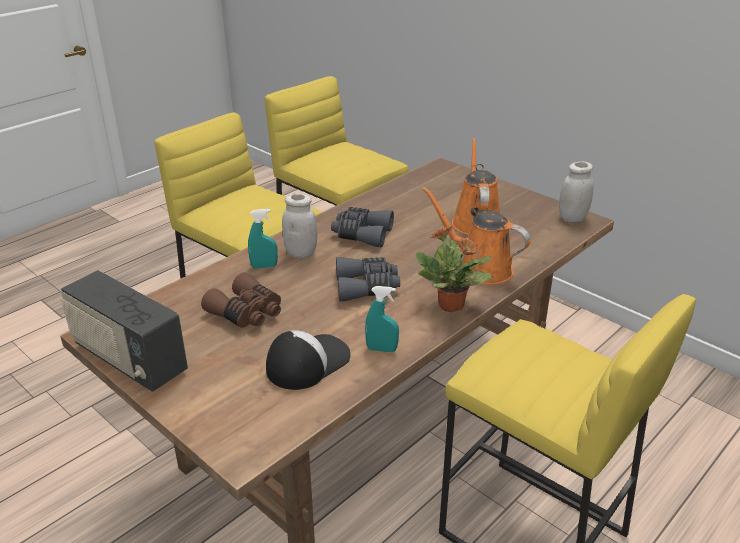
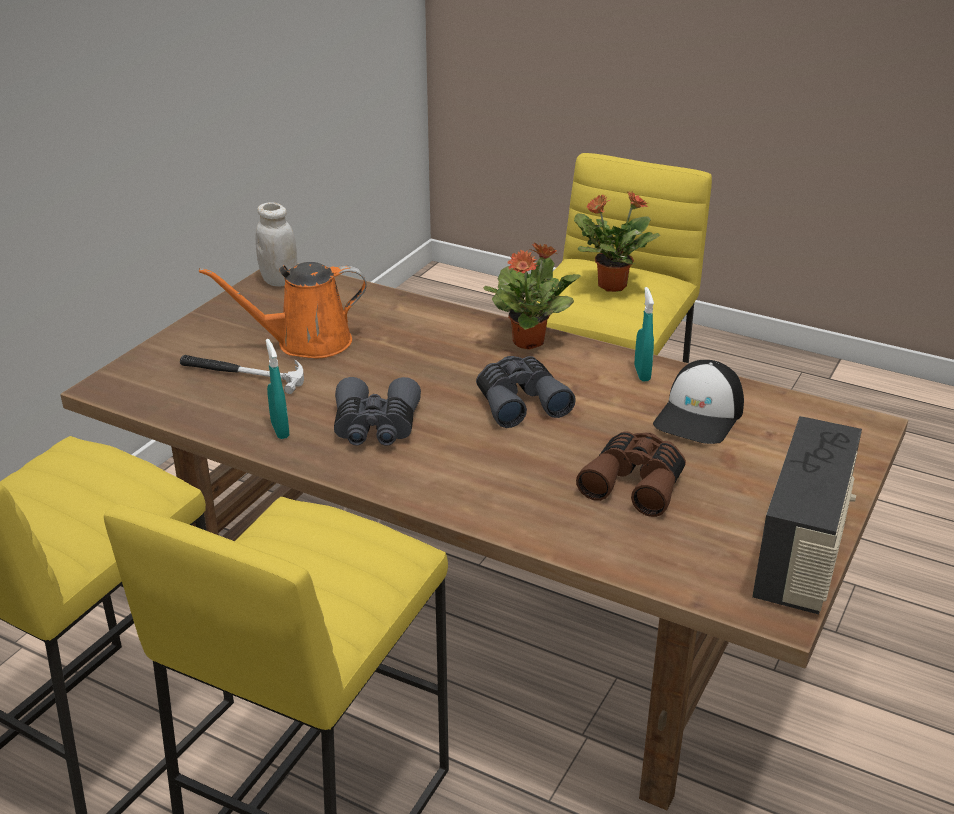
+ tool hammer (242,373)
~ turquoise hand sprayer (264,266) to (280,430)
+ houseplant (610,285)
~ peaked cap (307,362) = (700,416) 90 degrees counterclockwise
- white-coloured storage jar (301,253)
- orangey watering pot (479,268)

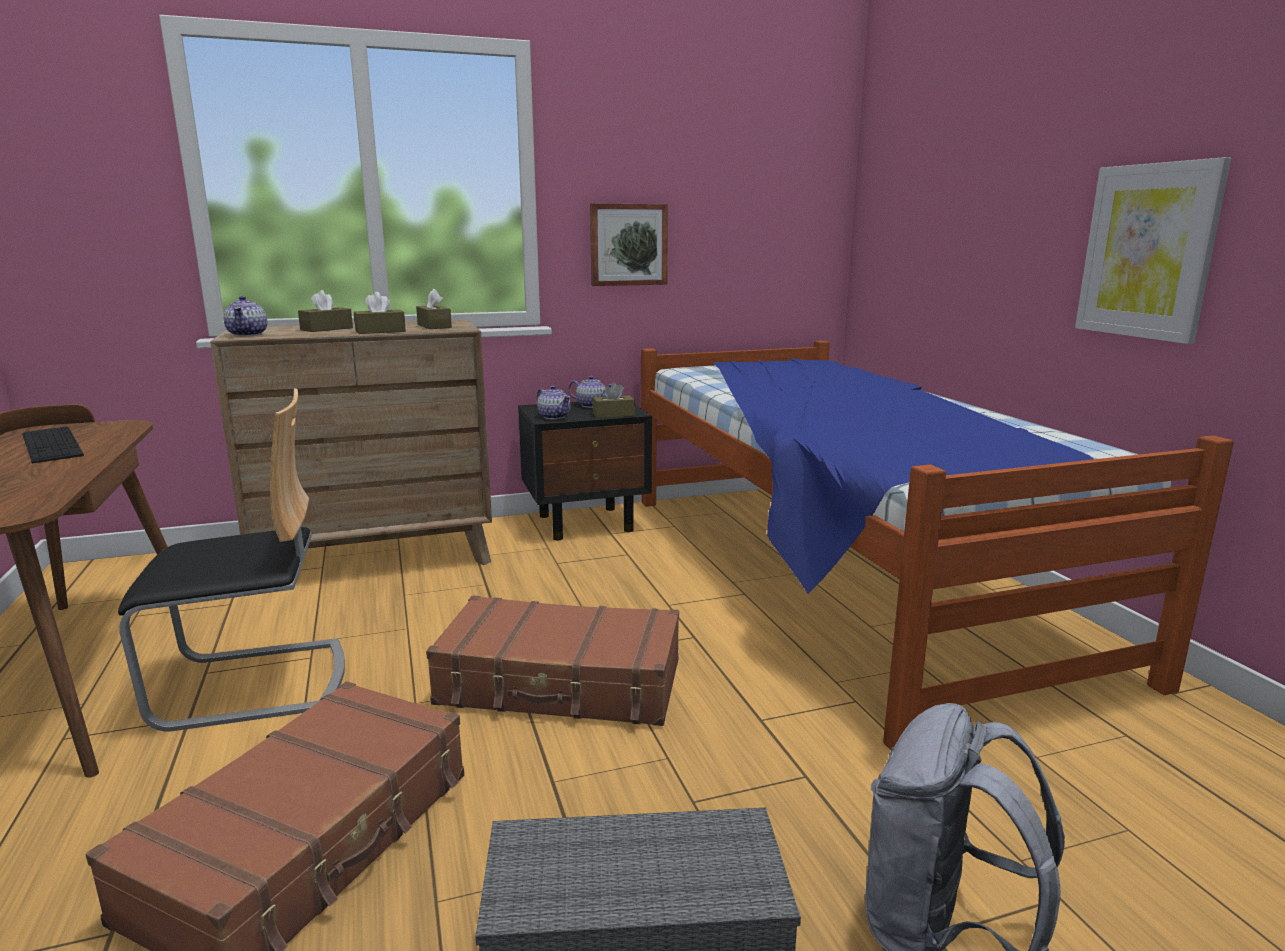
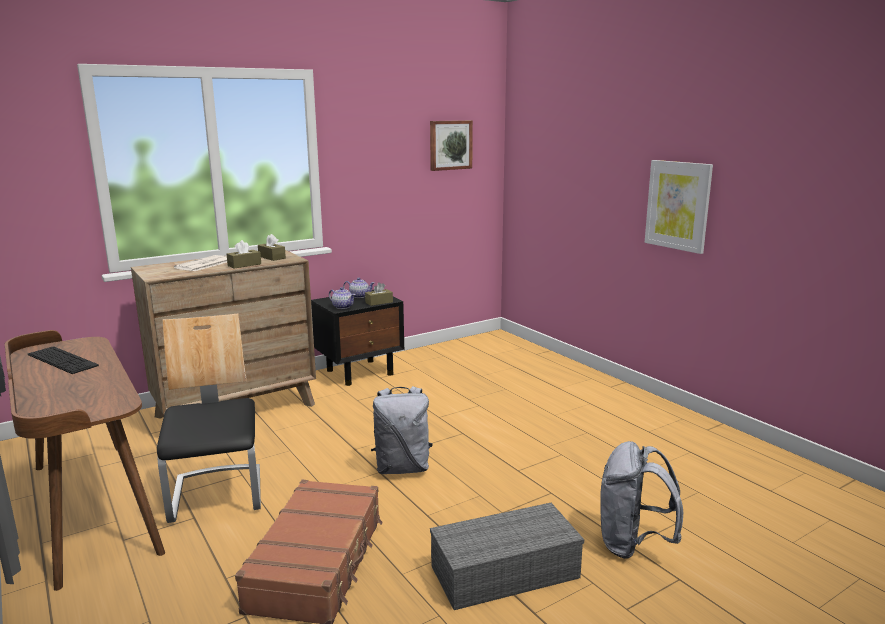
~ plain chair (253,684) = (218,494) 75 degrees counterclockwise
~ brownish tissue box (326,329) to daily paper (204,264)
~ brownish travel case (561,684) to grey knapsack (402,468)
~ picture (628,245) to (450,145)
- pot for tea (248,334)
- bedroom bed (838,574)

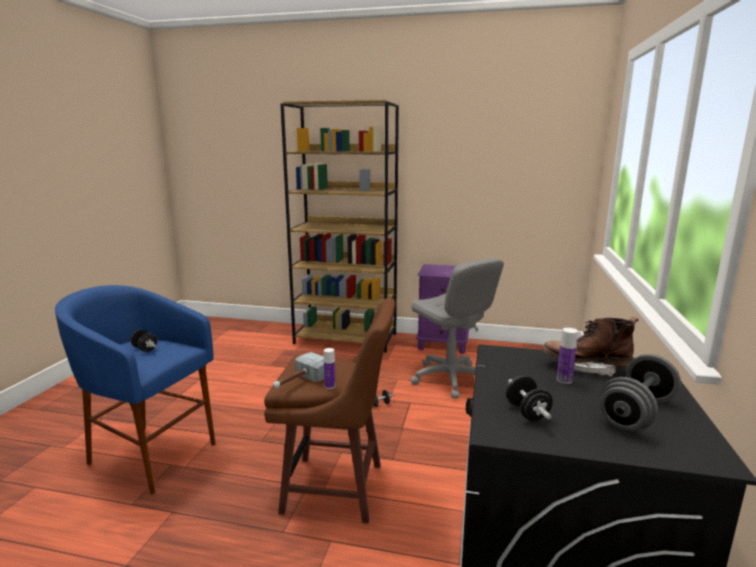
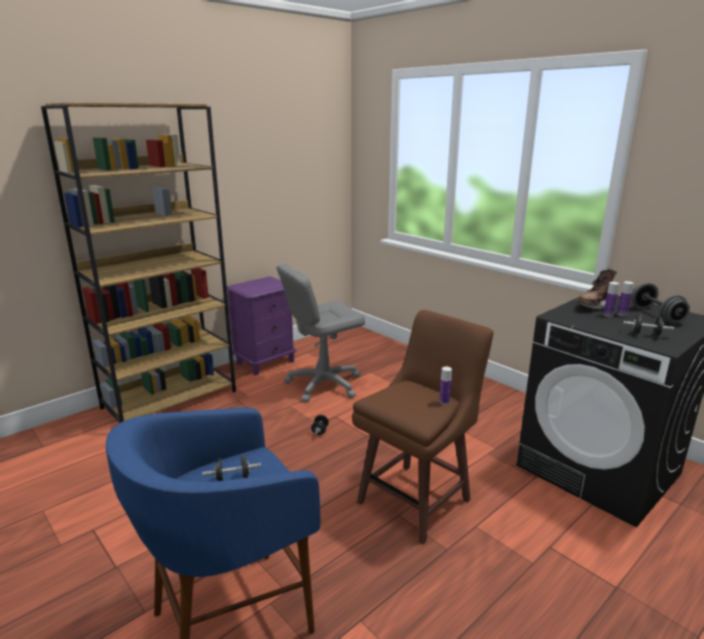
~ grey desk chair (450,378) = (324,384) 150 degrees clockwise
+ drink bottle (622,314)
- tool hammer (299,382)

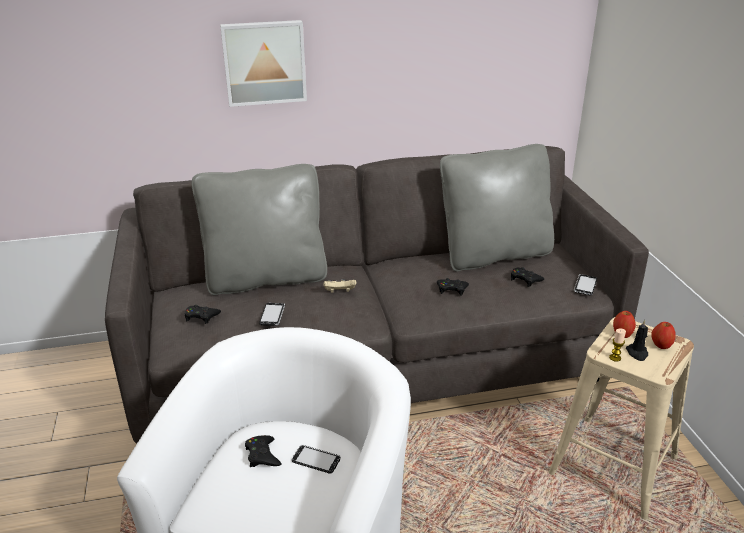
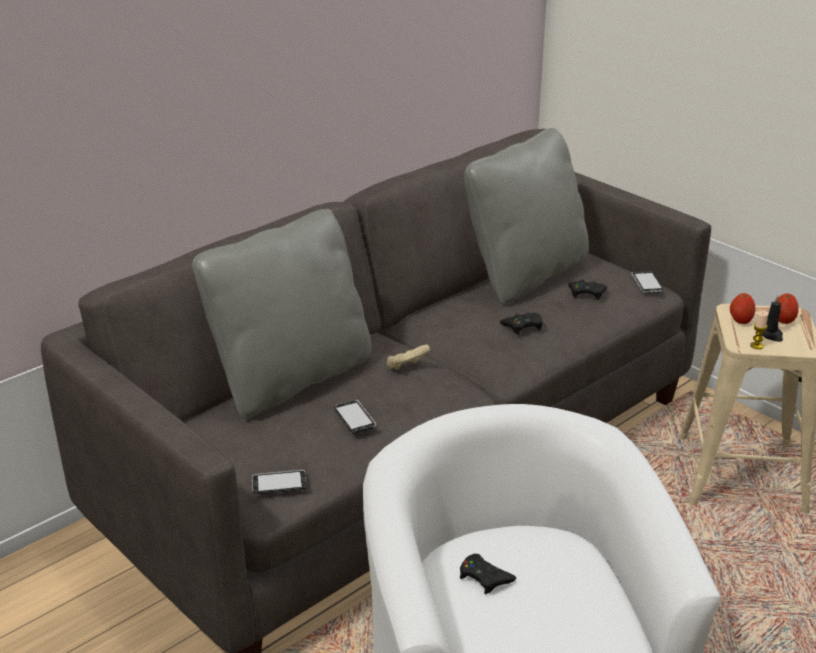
~ handset (316,460) to (279,483)
- blackish joypad (201,316)
- picture (264,62)

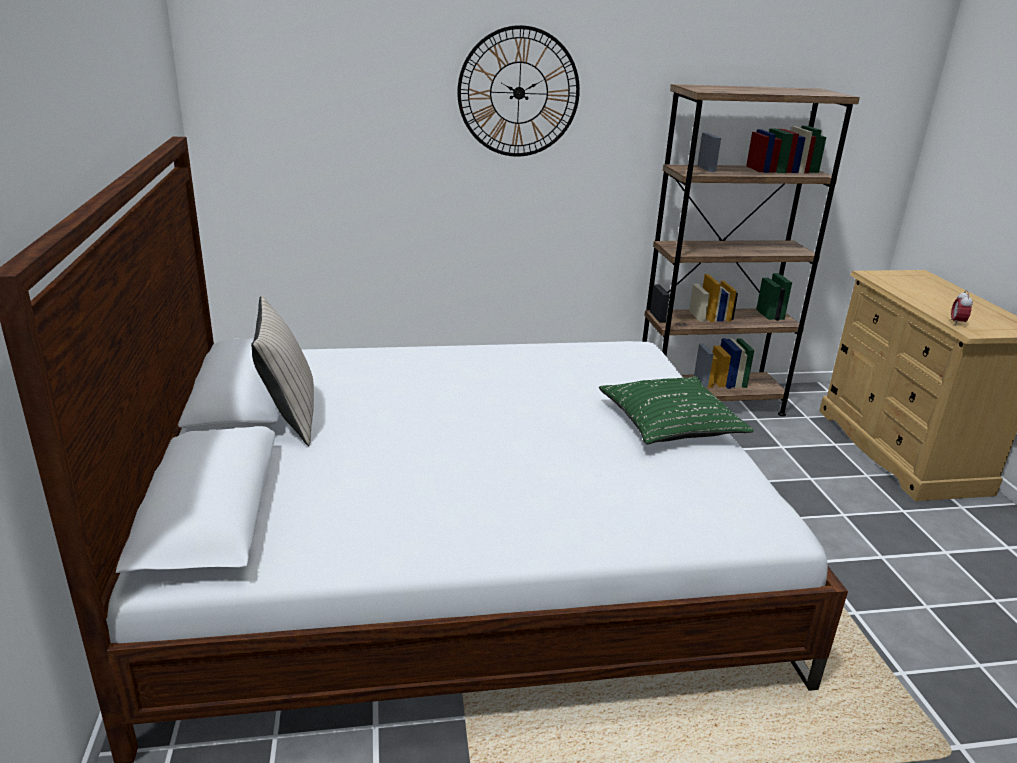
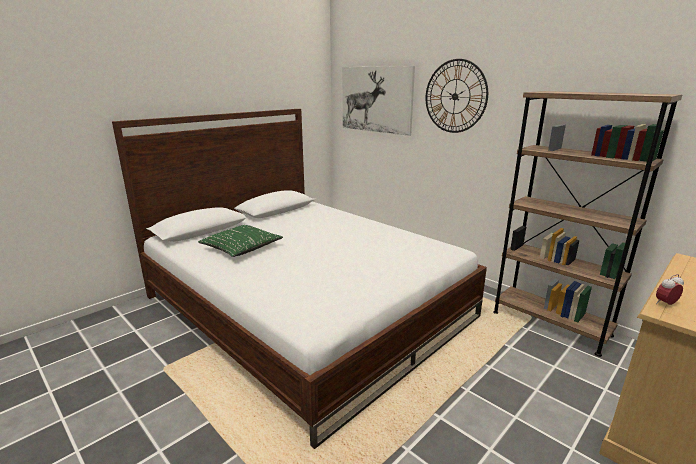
~ green pillow (670,423) to (241,247)
+ picture (376,99)
- beige pillow (289,418)

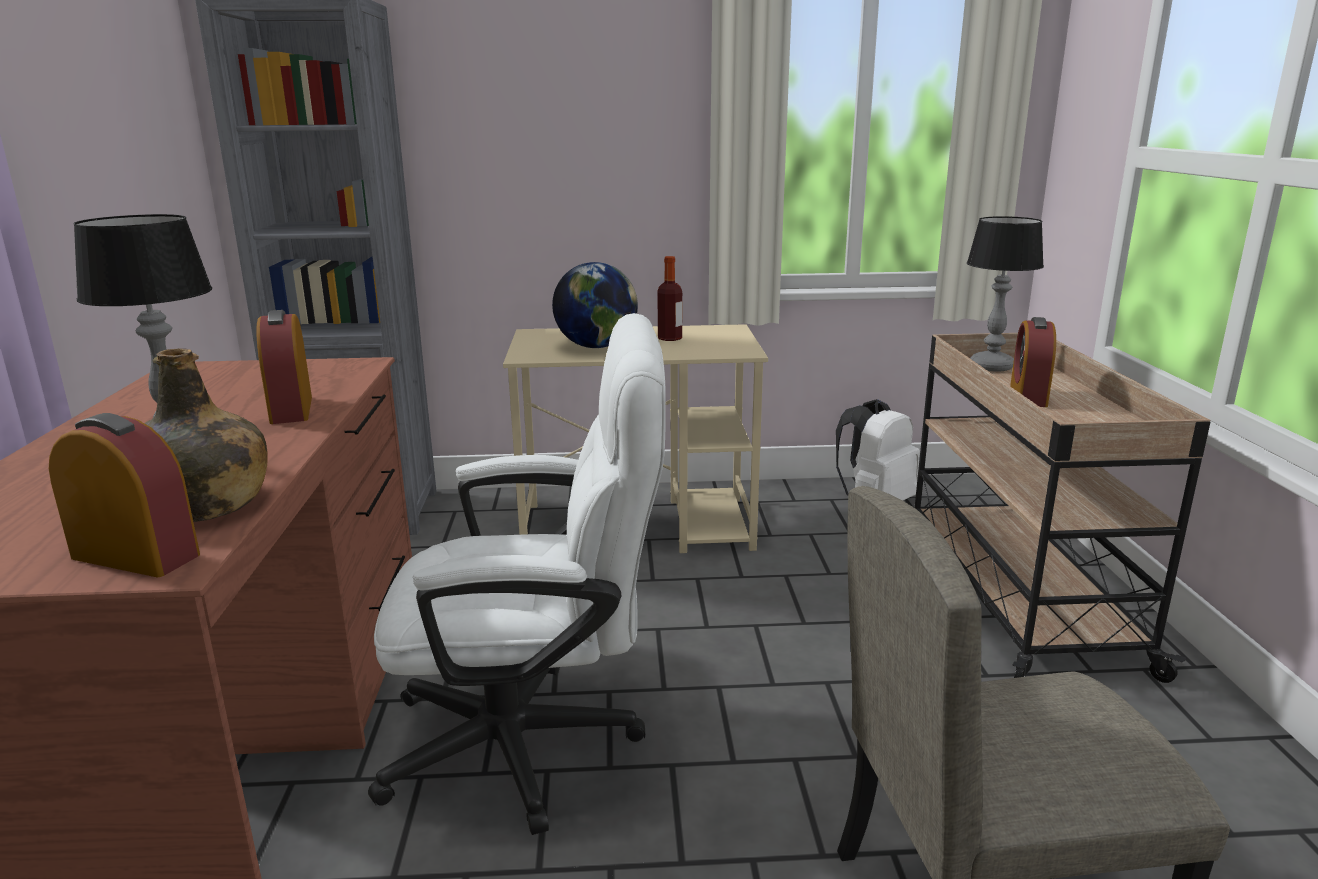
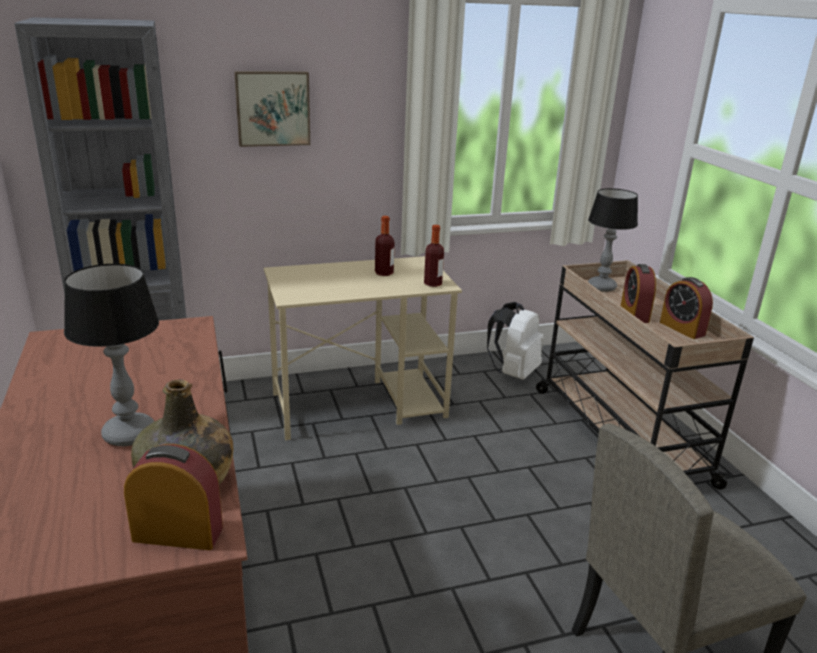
+ picture (272,108)
+ drink bottle (433,283)
~ bedside clock (291,409) to (682,328)
- white-coloured desk chair (535,743)
- world globe (596,346)

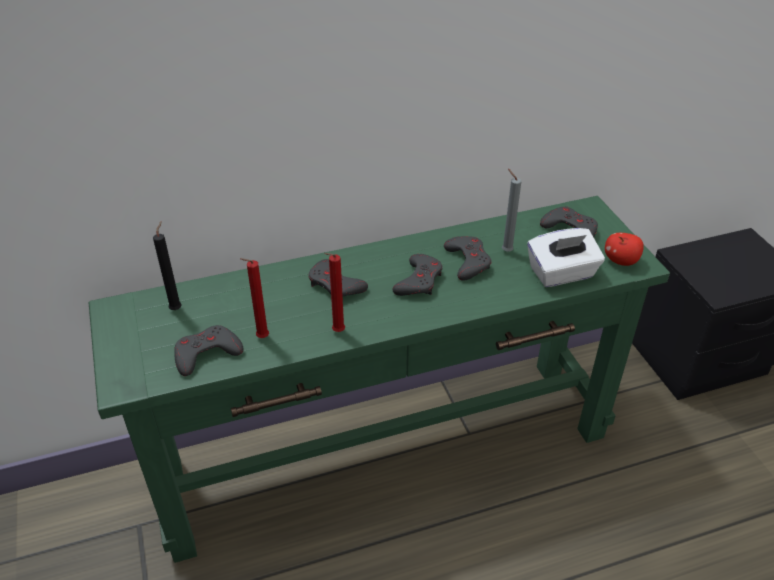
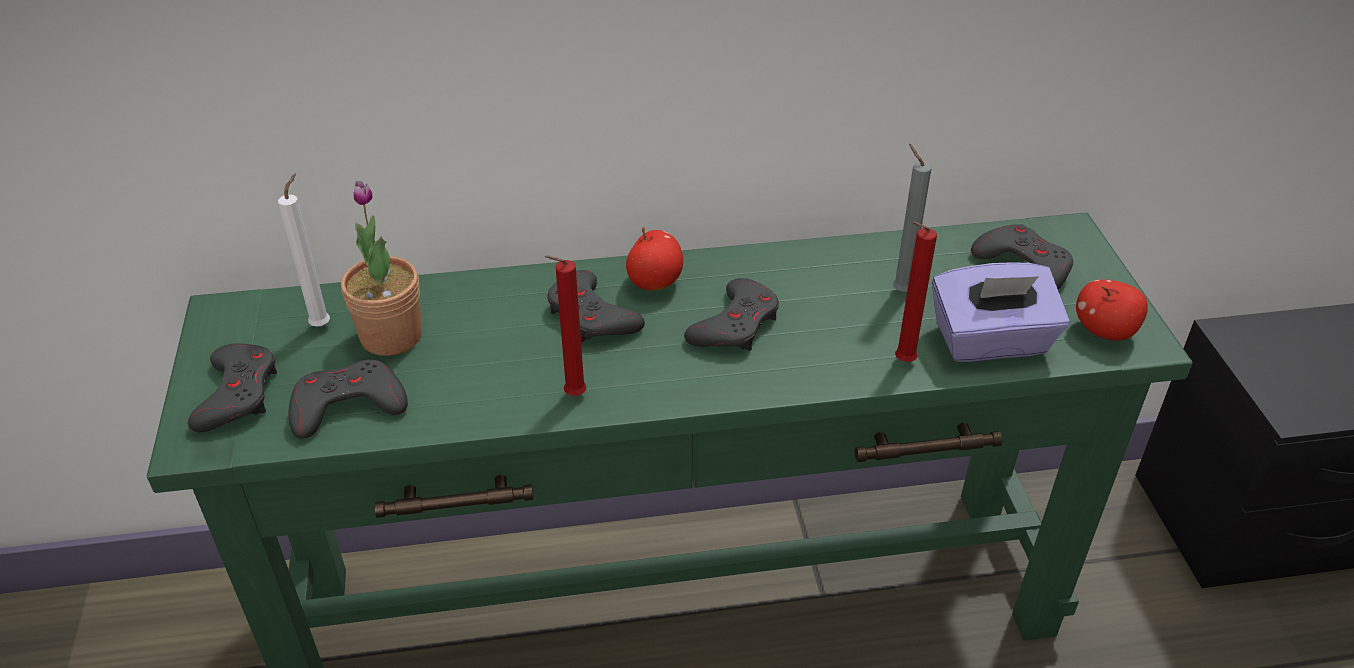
~ grey joypad (467,261) to (237,394)
~ blackish wax candle (177,308) to white-coloured wax candle (323,324)
+ houseplant (391,336)
+ whole apple (655,282)
~ red wax candle (260,338) to (901,362)
~ white-coloured tissue box (562,274) to purple tissue box (991,341)

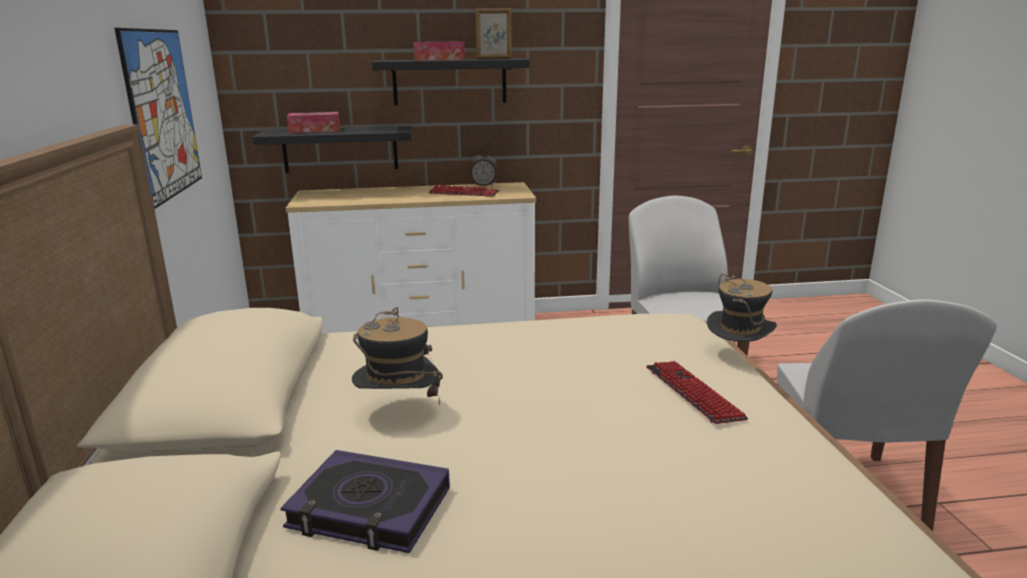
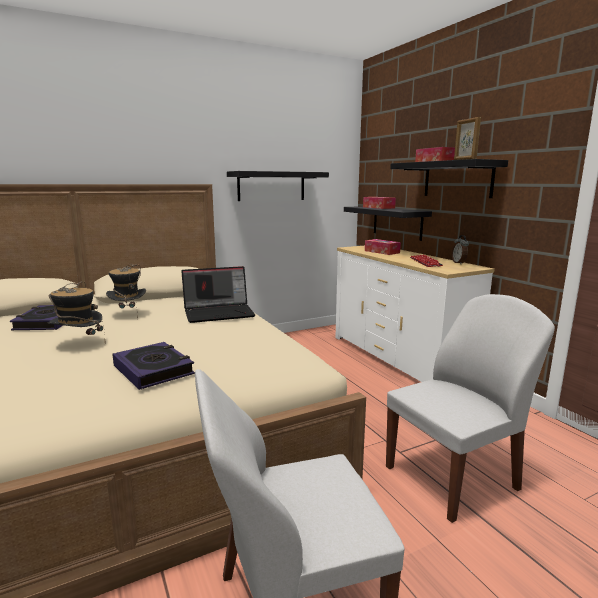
~ hat (737,359) to (79,345)
~ keyboard (693,393) to volume (153,370)
+ notebook computer (219,313)
~ picture (163,114) to blackish wall shelf (271,186)
+ tissue box (382,252)

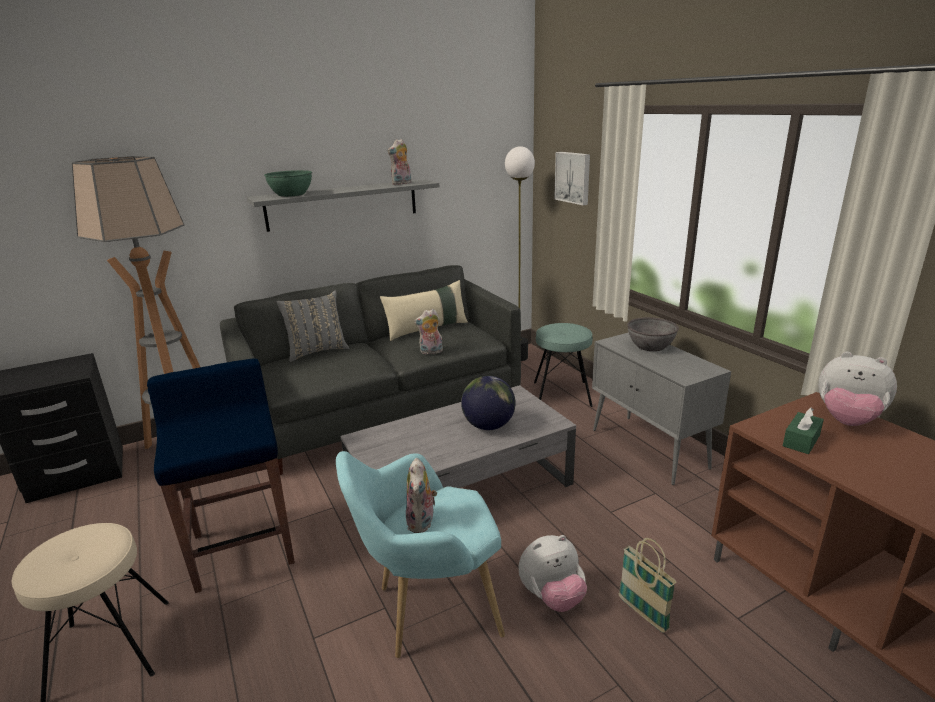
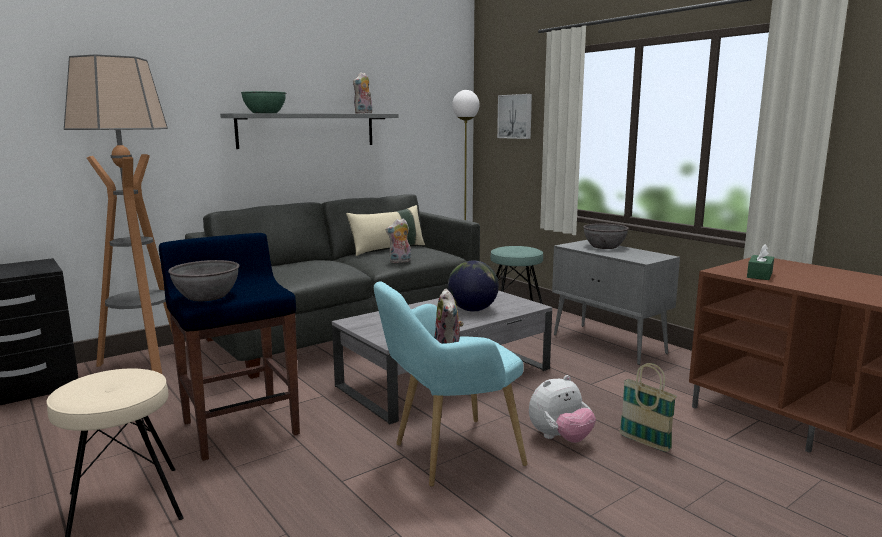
+ grey bowl (207,296)
- grey pillow (317,351)
- soft toy (847,421)

